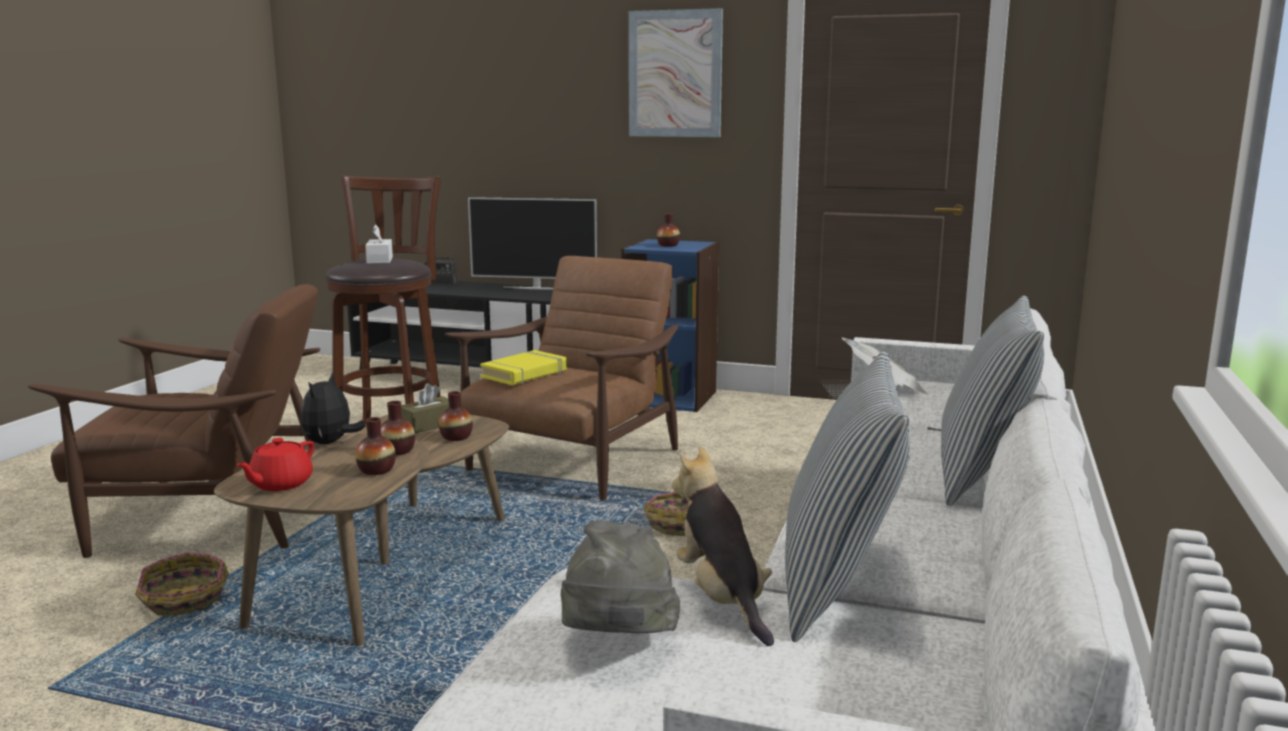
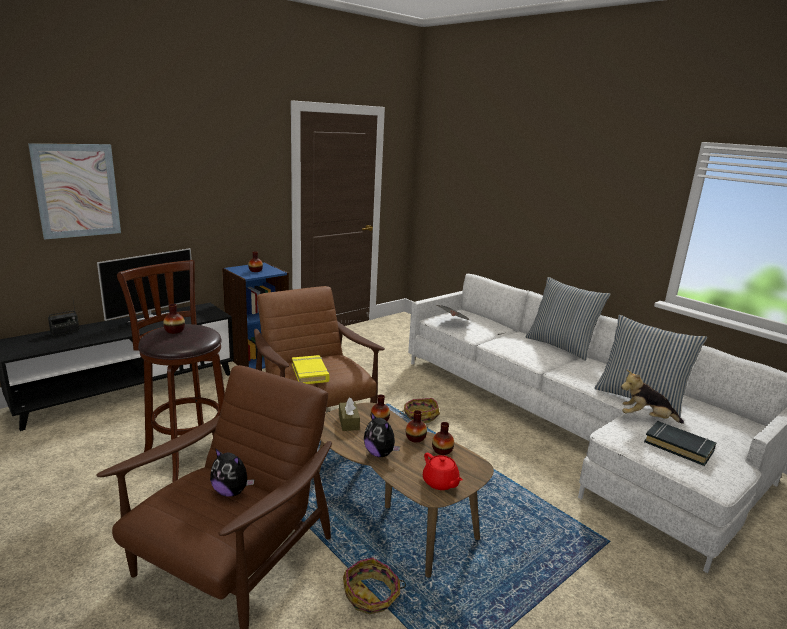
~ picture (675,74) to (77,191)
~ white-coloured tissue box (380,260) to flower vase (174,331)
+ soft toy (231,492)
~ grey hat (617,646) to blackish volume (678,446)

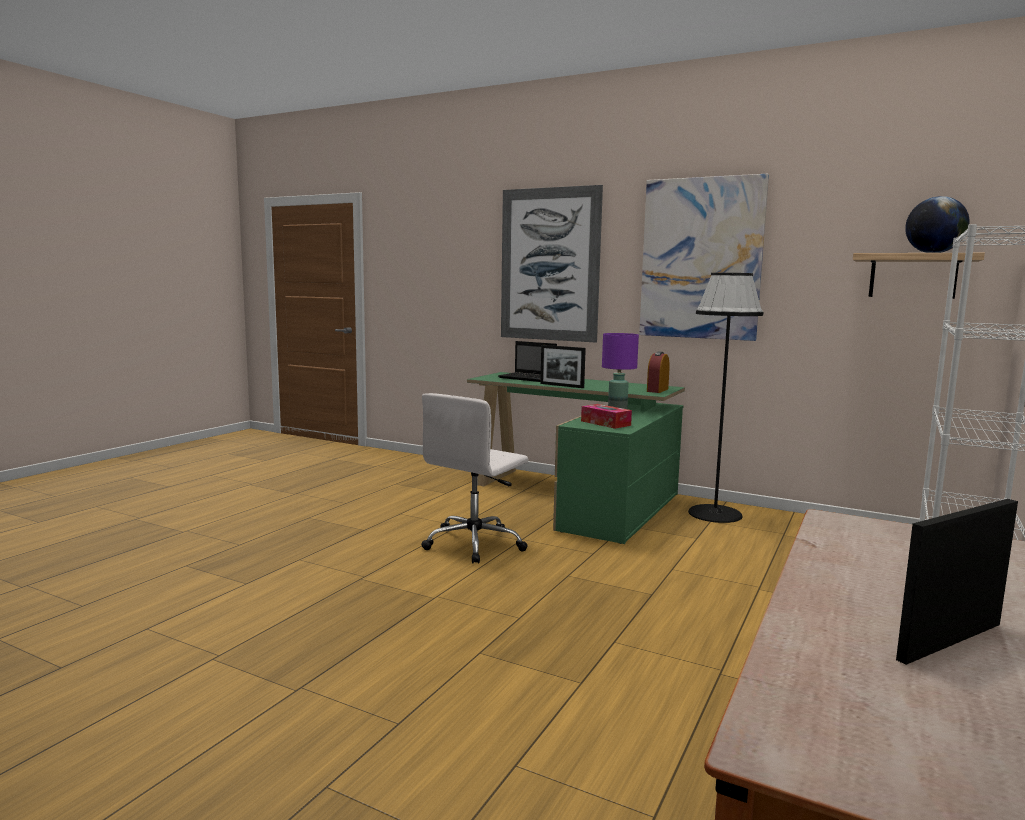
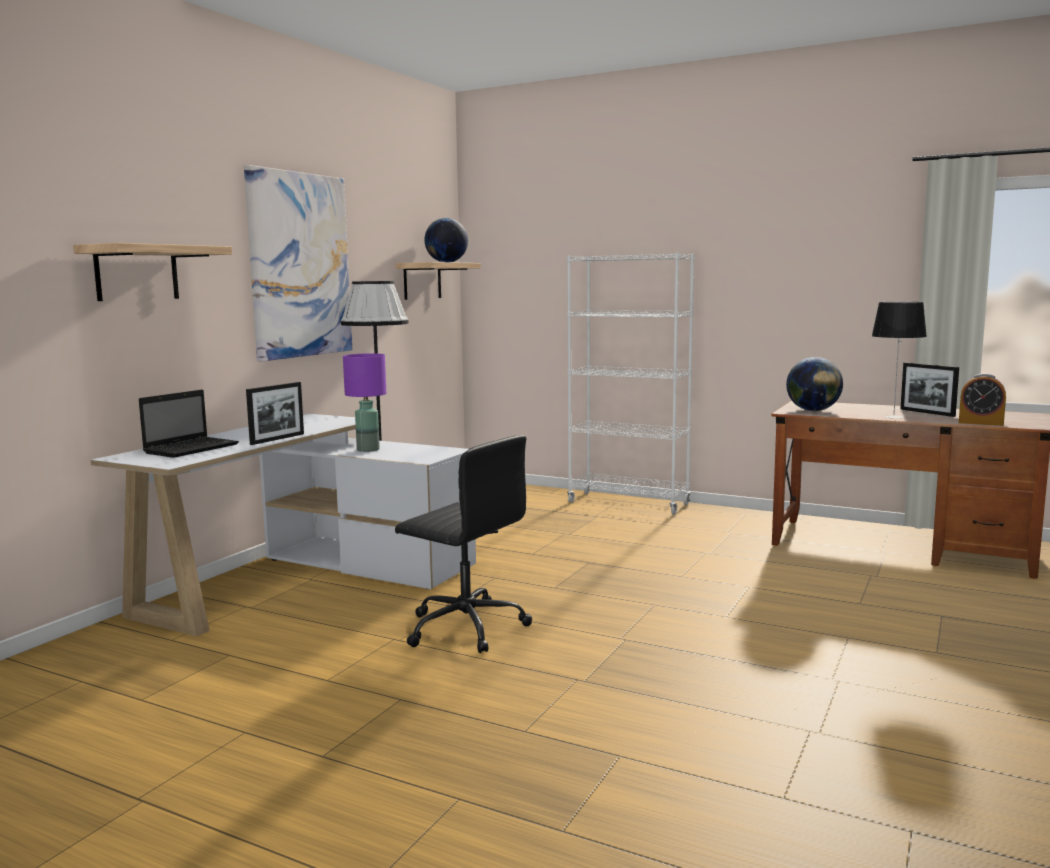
~ picture (549,265) to wall shelf (137,273)
~ green desk unit (580,498) to white-coloured desk unit (304,579)
~ white-coloured desk chair (475,544) to blackish desk chair (465,627)
+ world globe (813,410)
+ table lamp (893,417)
~ bedside clock (657,390) to (980,423)
- tissue box (605,423)

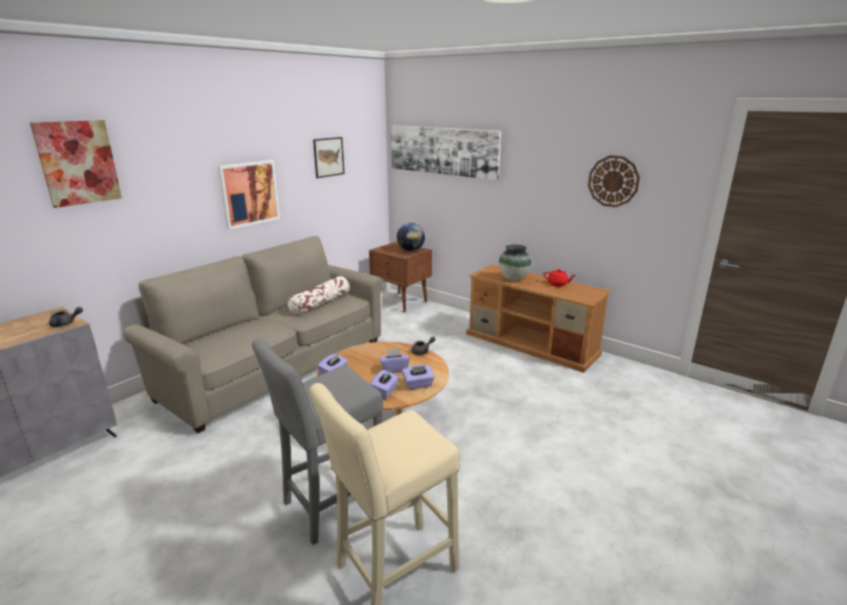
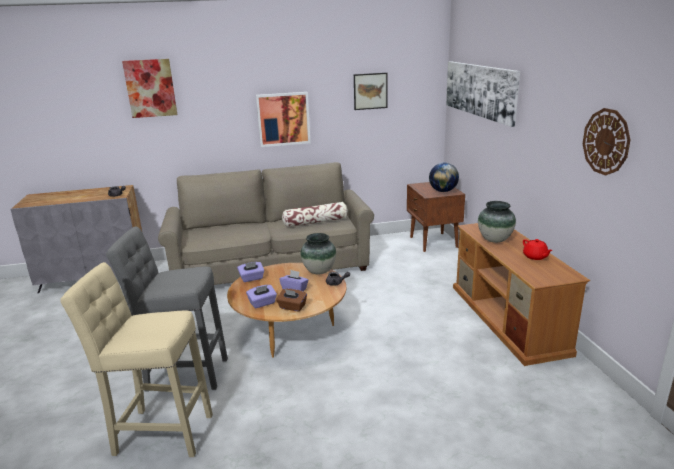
~ purple tissue box (418,385) to brownish tissue box (292,307)
+ flower vase (319,271)

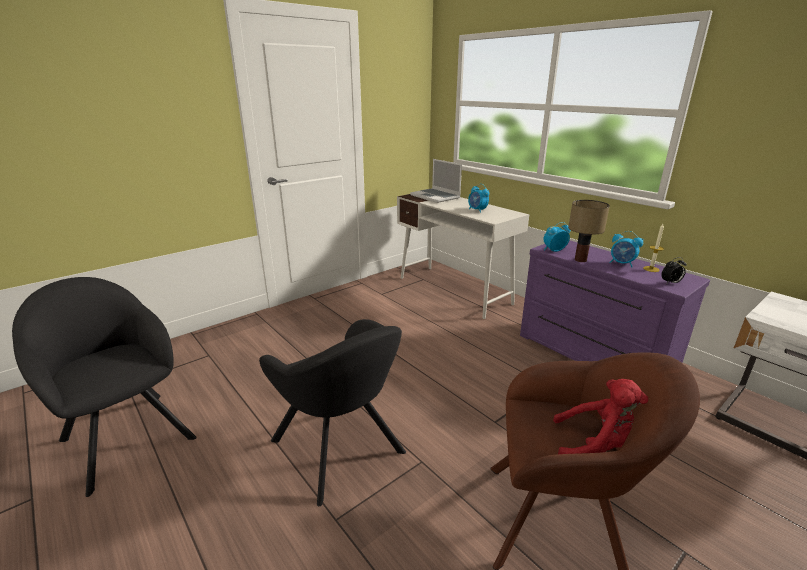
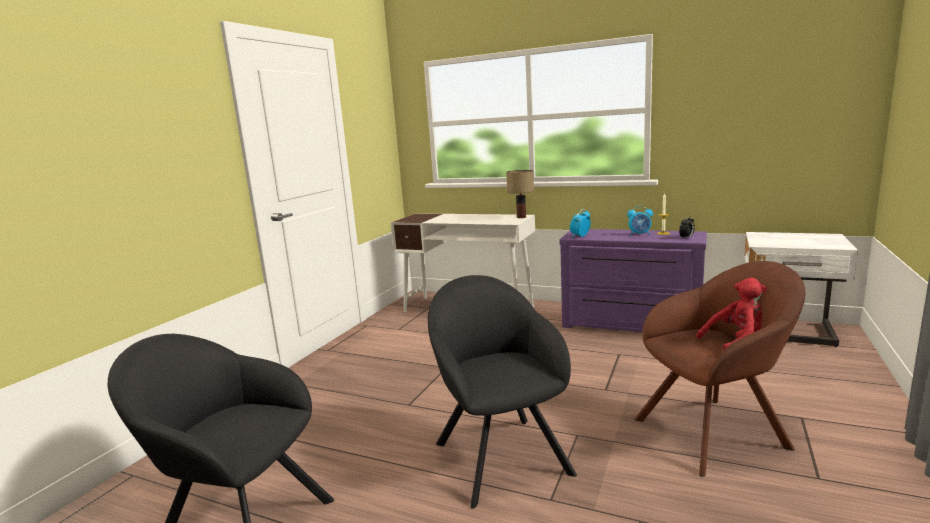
~ blackish easy chair (341,450) = (499,453) 135 degrees counterclockwise
~ table lamp (581,260) to (521,217)
- notebook computer (436,196)
- bedside clock (477,210)

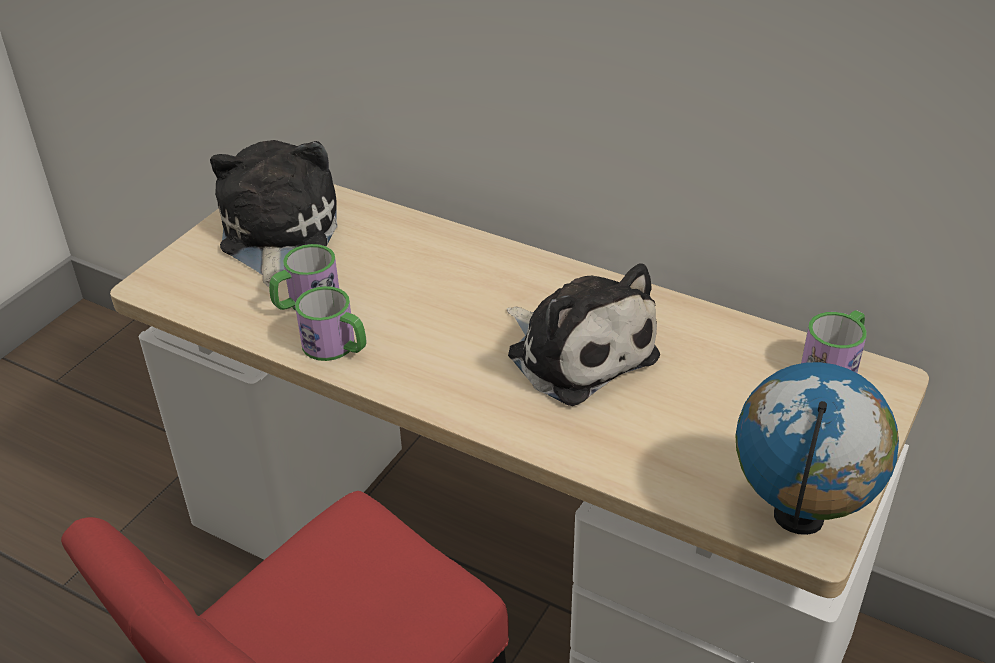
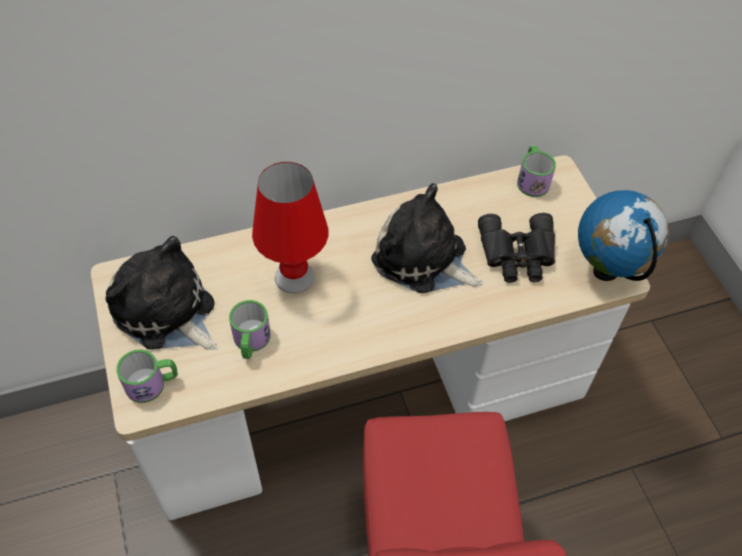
~ tea mug (336,347) to (152,383)
+ red table lamp (294,277)
~ soft toy (577,352) = (423,259) 150 degrees counterclockwise
+ blackish binoculars (517,254)

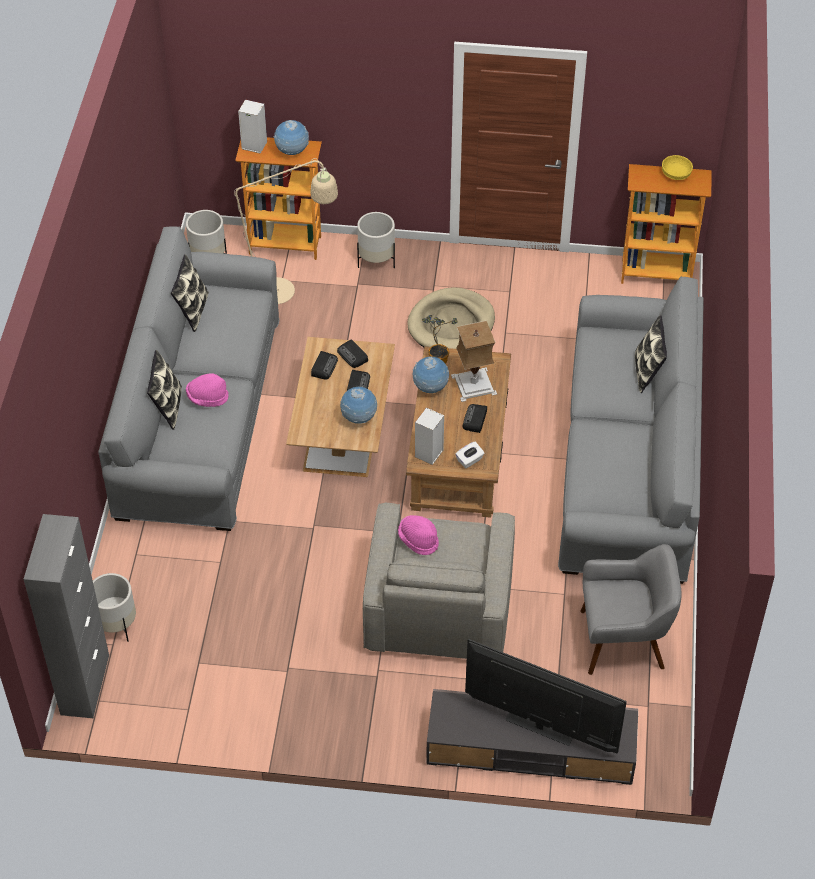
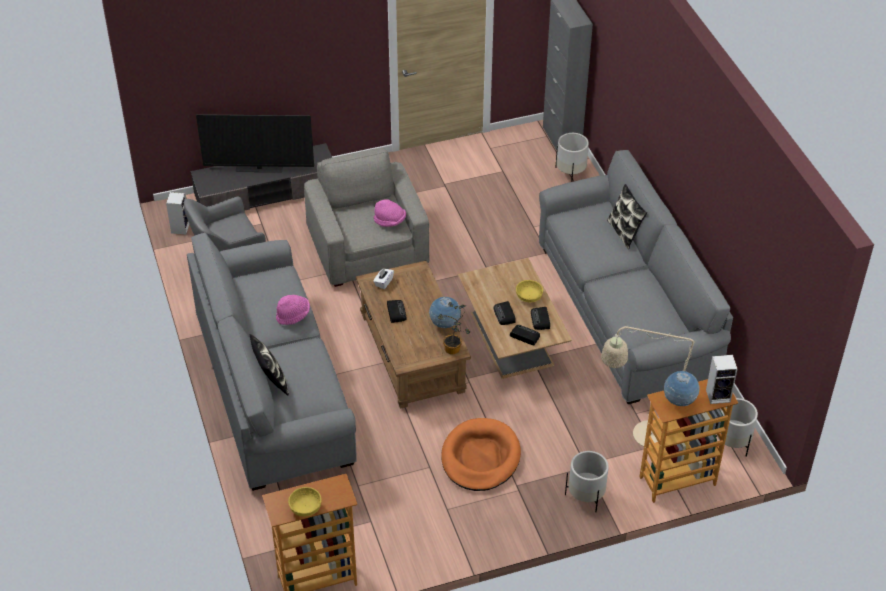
~ speaker (429,454) to (180,227)
~ pink hat (207,398) to (293,315)
~ beige dog bed (451,324) to orangey dog bed (480,457)
+ yellowish bowl (528,297)
- pillow (192,311)
- world globe (359,418)
- table lamp (475,385)

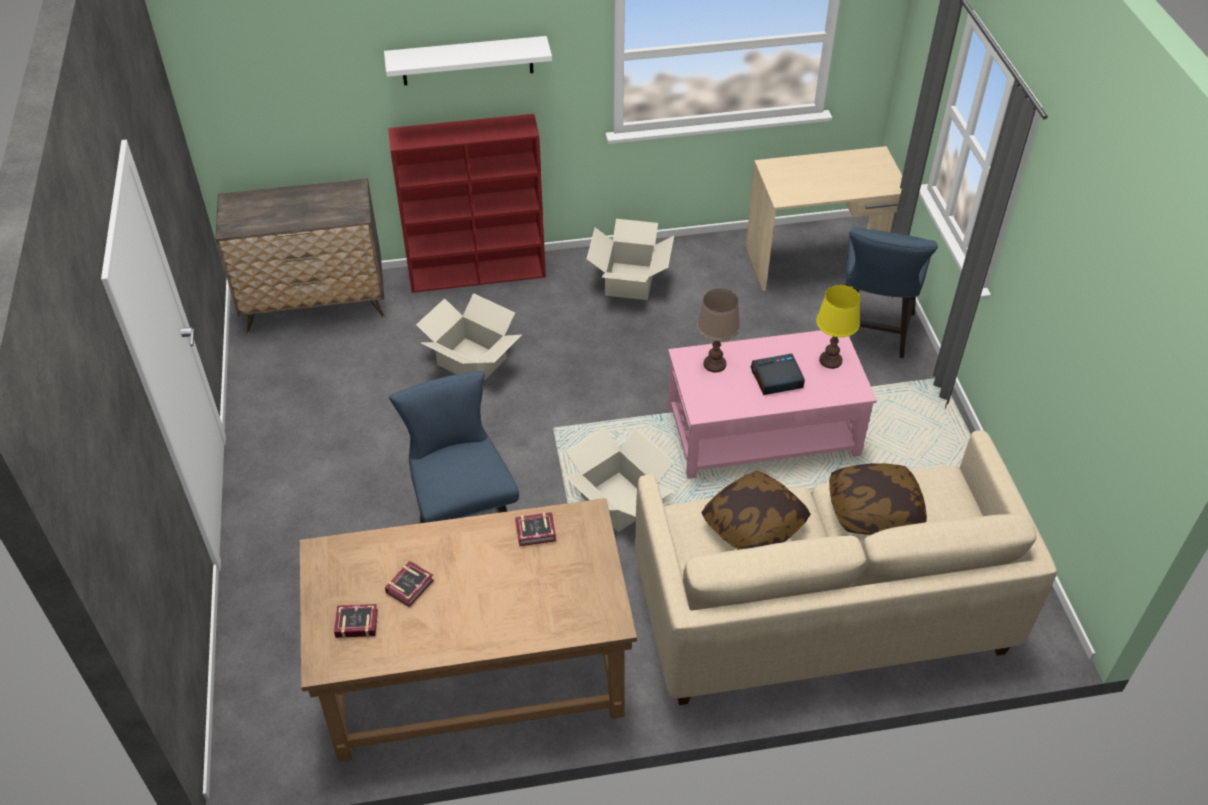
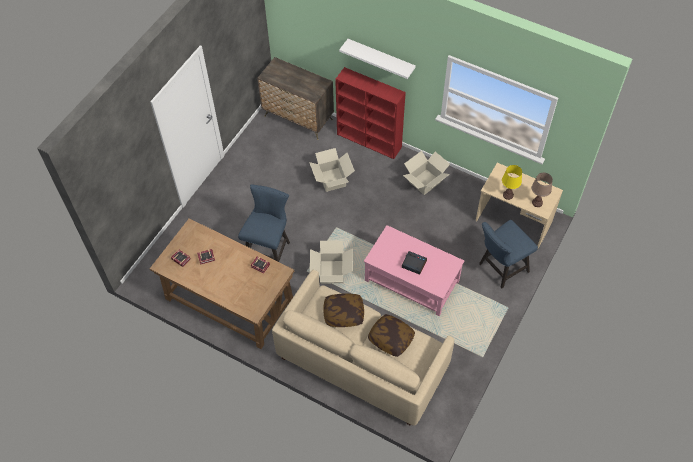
~ yellowish table lamp (830,360) to (508,195)
~ brownish table lamp (715,364) to (537,203)

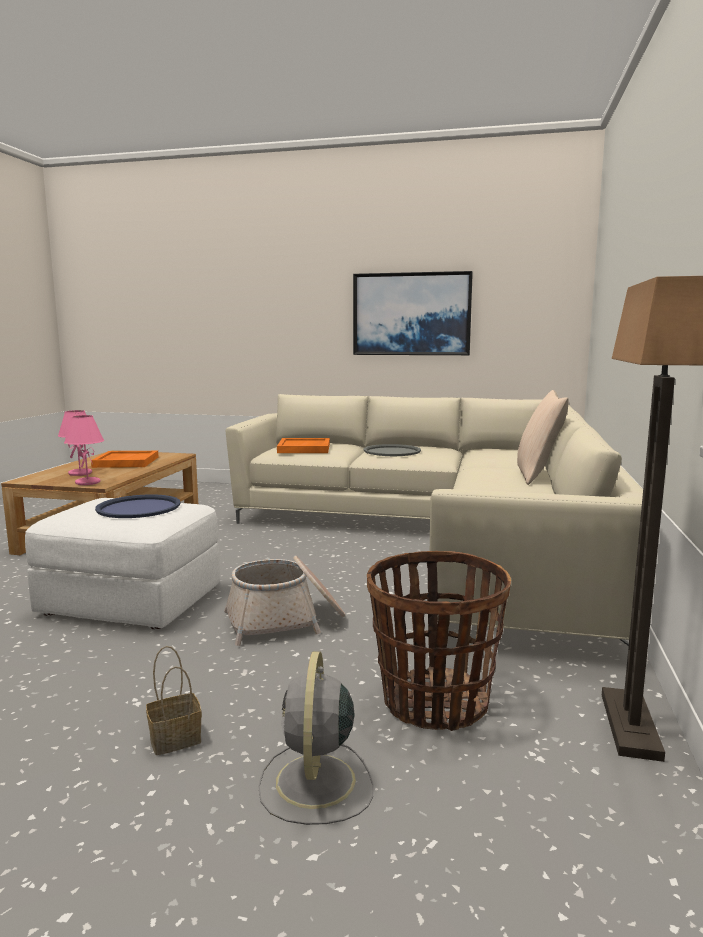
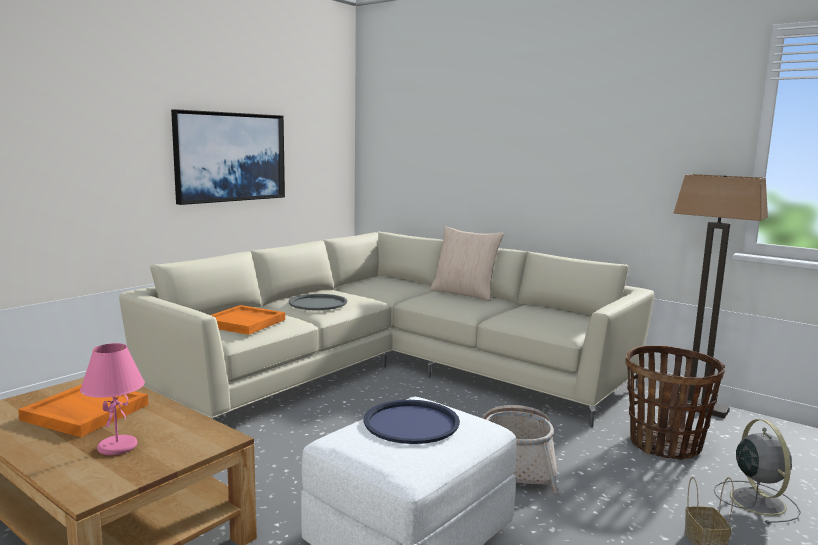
~ grey cooling fan (315,783) = (756,500) 120 degrees counterclockwise
- pink table lamp (88,482)

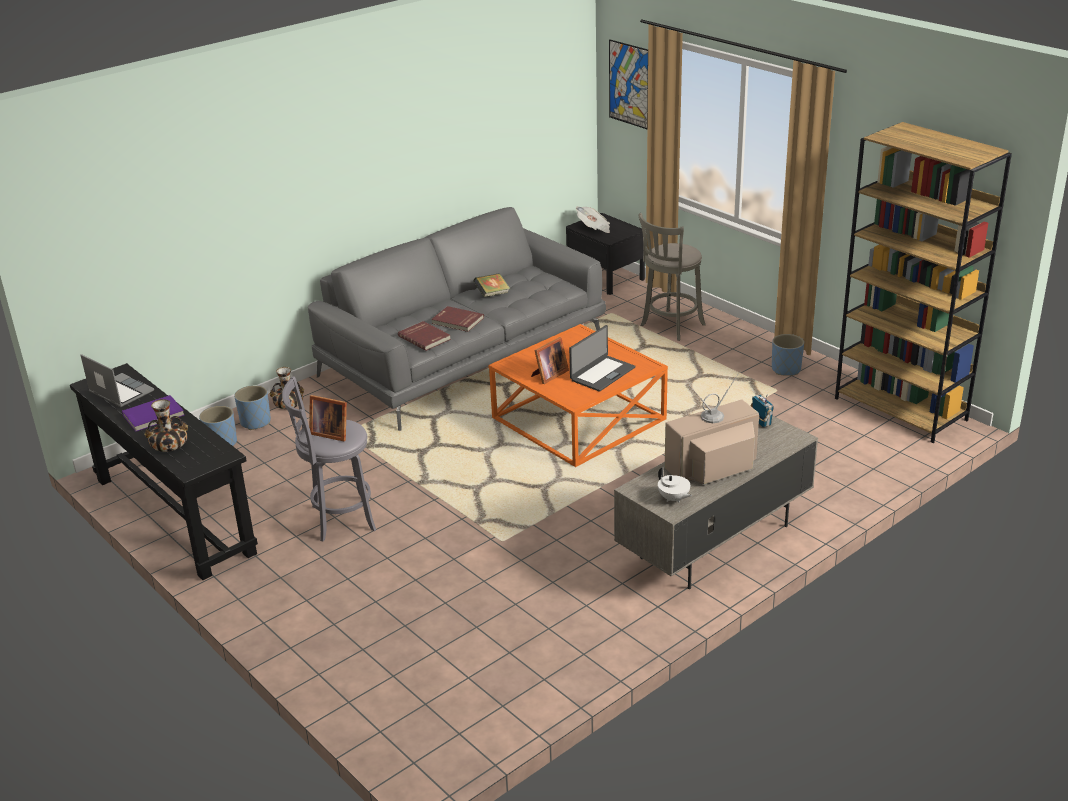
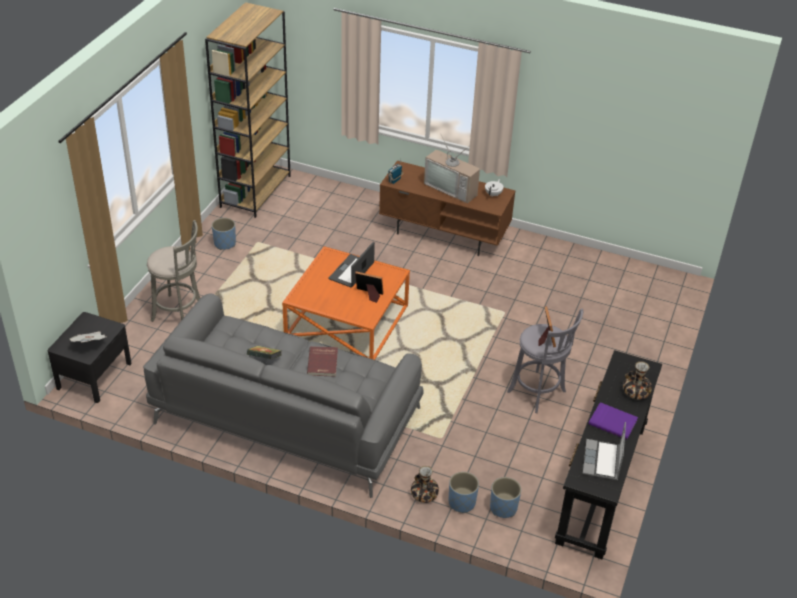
~ notebook computer (602,373) = (352,271) 75 degrees counterclockwise
~ grey tv stand (714,543) to brownish tv stand (445,233)
- red volume (425,337)
- picture (629,84)

